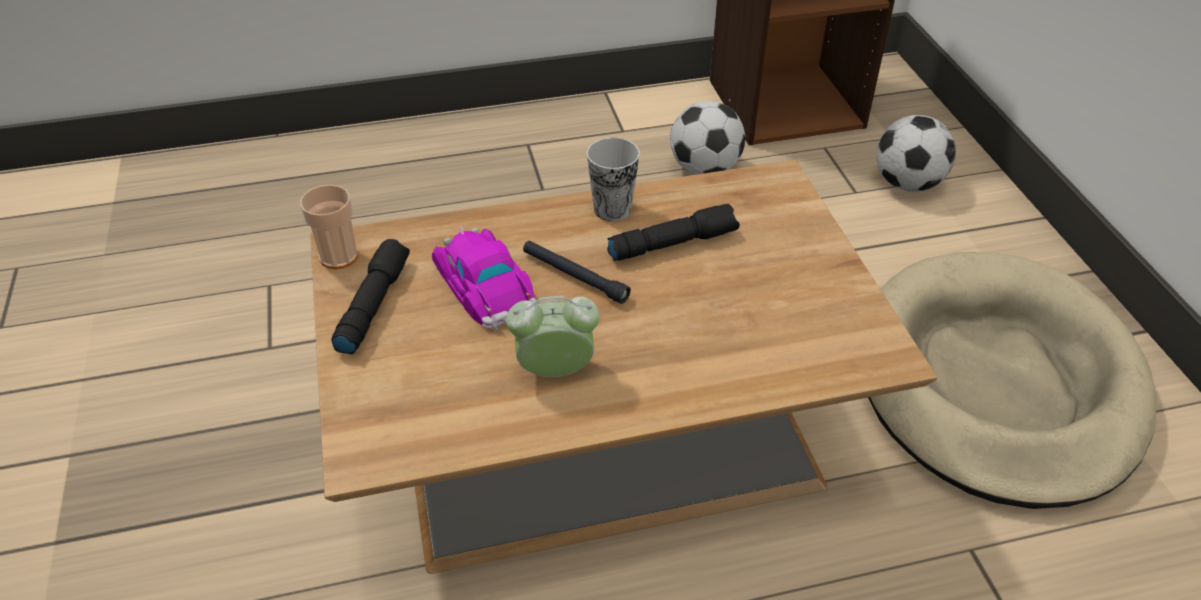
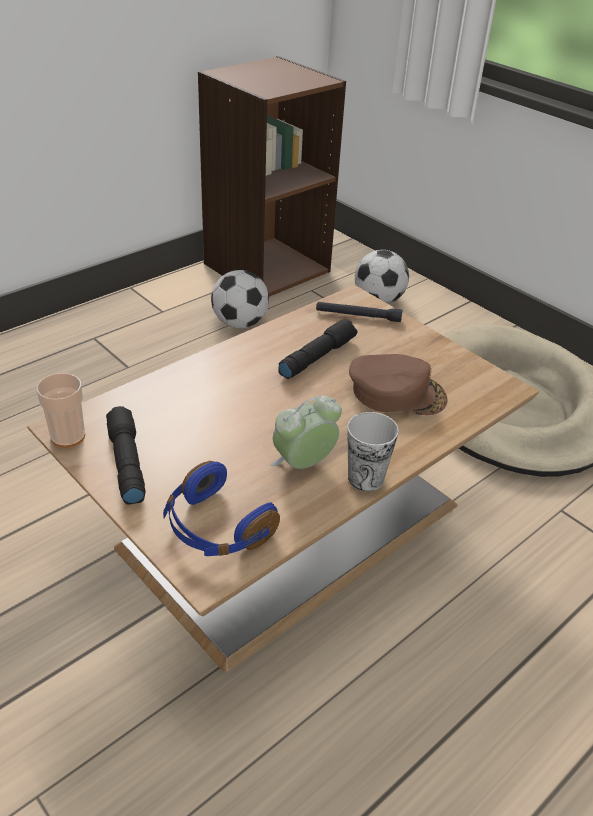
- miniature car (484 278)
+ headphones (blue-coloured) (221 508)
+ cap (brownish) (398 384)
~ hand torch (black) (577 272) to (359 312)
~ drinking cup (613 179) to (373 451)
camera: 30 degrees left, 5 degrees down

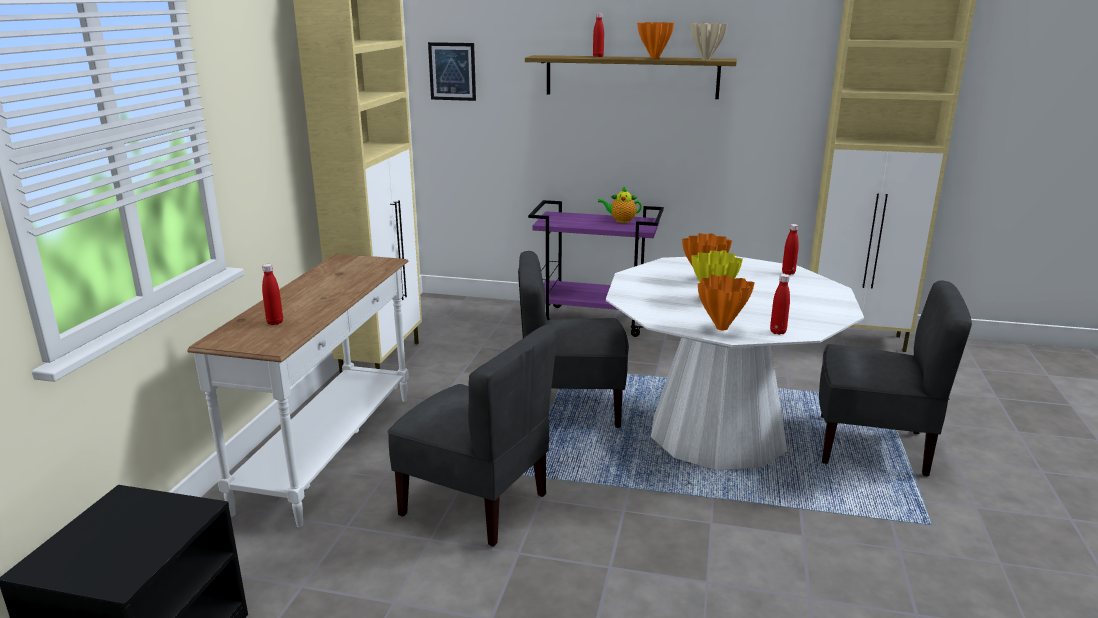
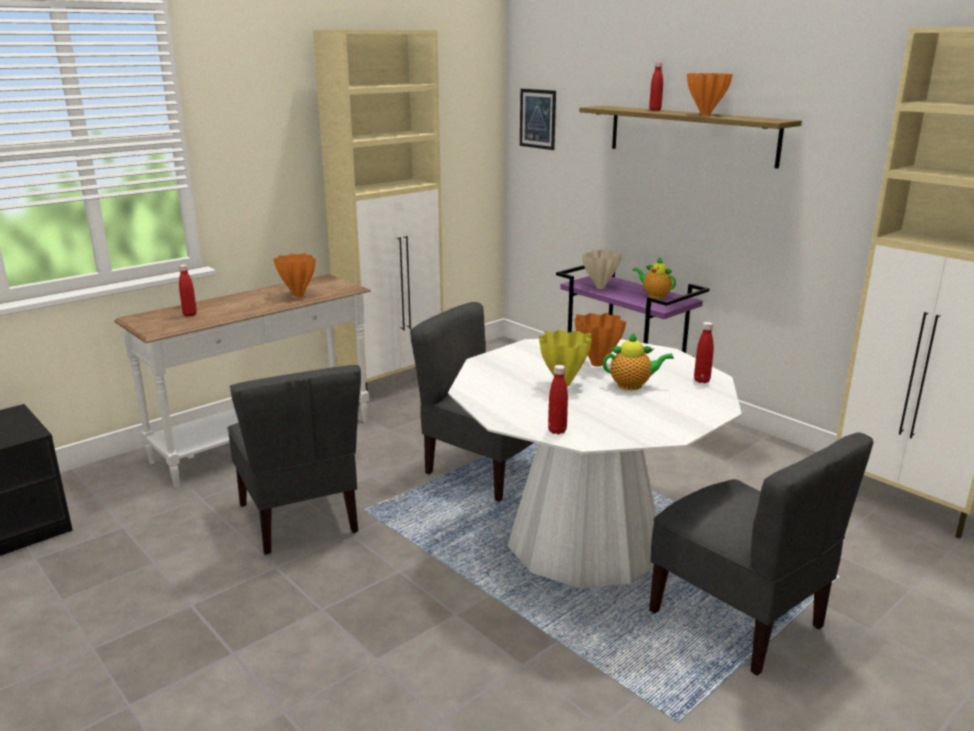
+ tea pot (638 361)
~ vase (beige-coloured) (708 41) to (602 269)
~ vase (orange) (726 302) to (294 275)
camera: 35 degrees right, 0 degrees up

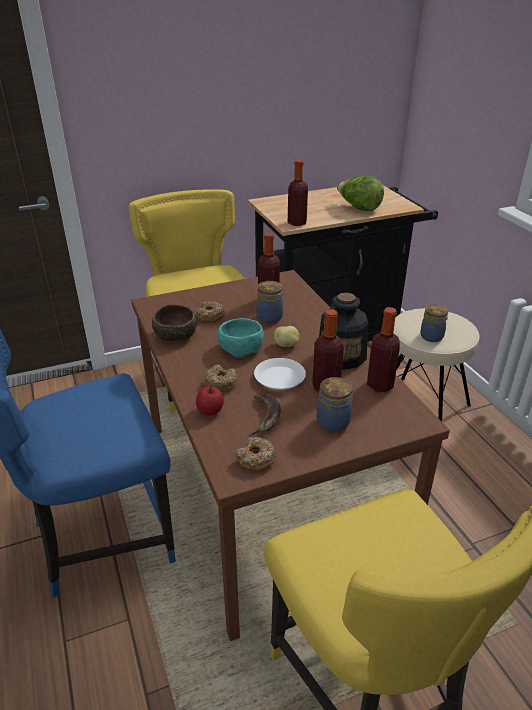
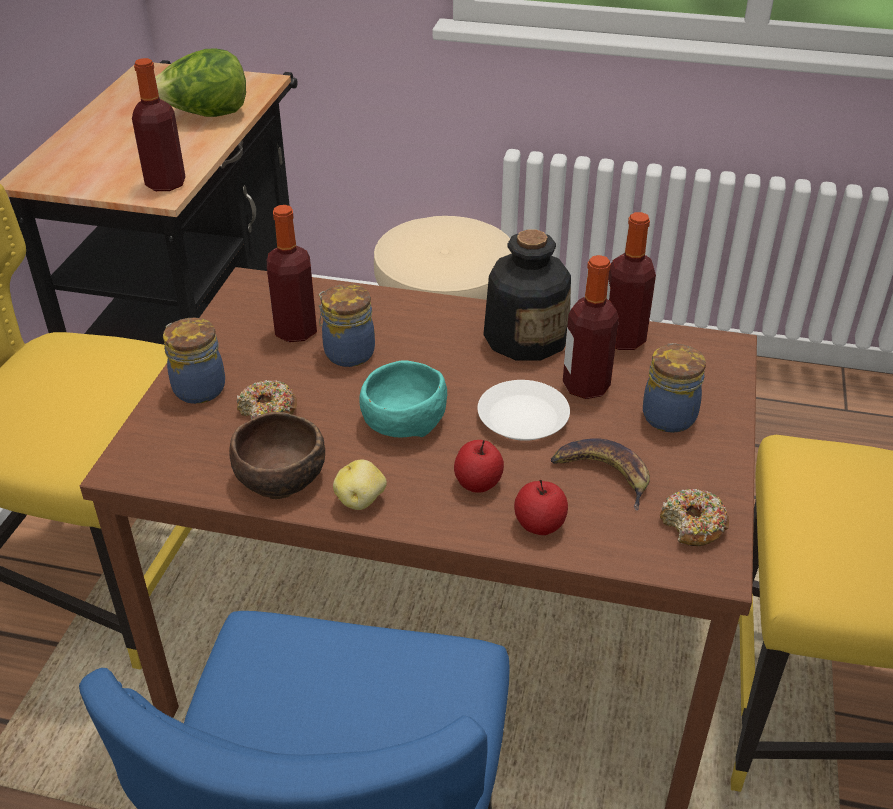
~ whole potato (287 336) to (360 484)
~ storage jar (434 323) to (194 361)
~ donut (221 378) to apple fruit (479 466)
camera: 55 degrees left, 5 degrees up

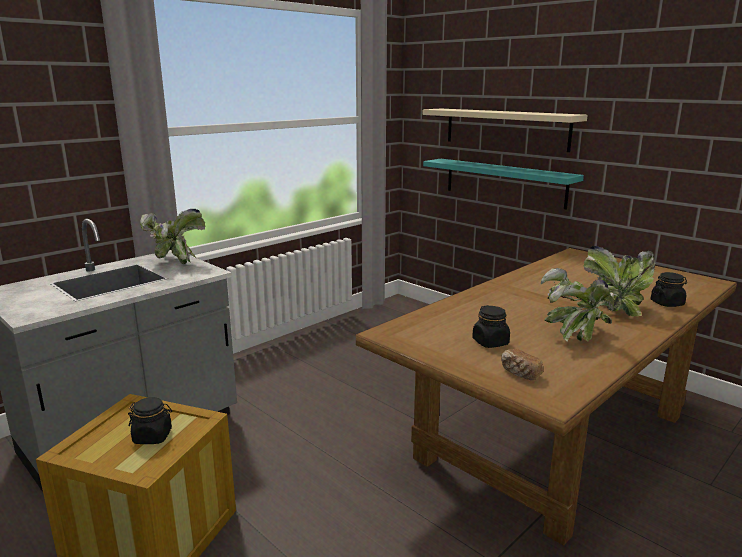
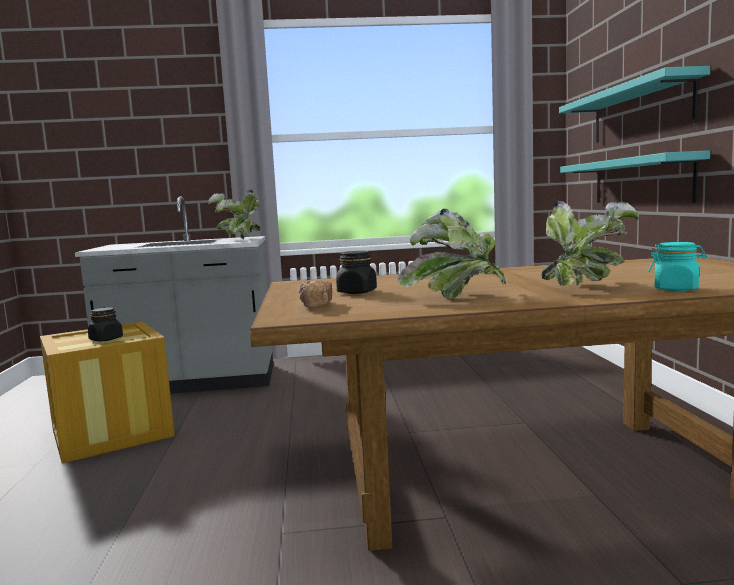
~ bracket shelf (beige-coloured) (505 130) to bracket shelf (blue-green) (634 104)
~ storage jar (black) (669 289) to storage jar (blue-green) (678 266)
camera: 40 degrees right, 10 degrees down

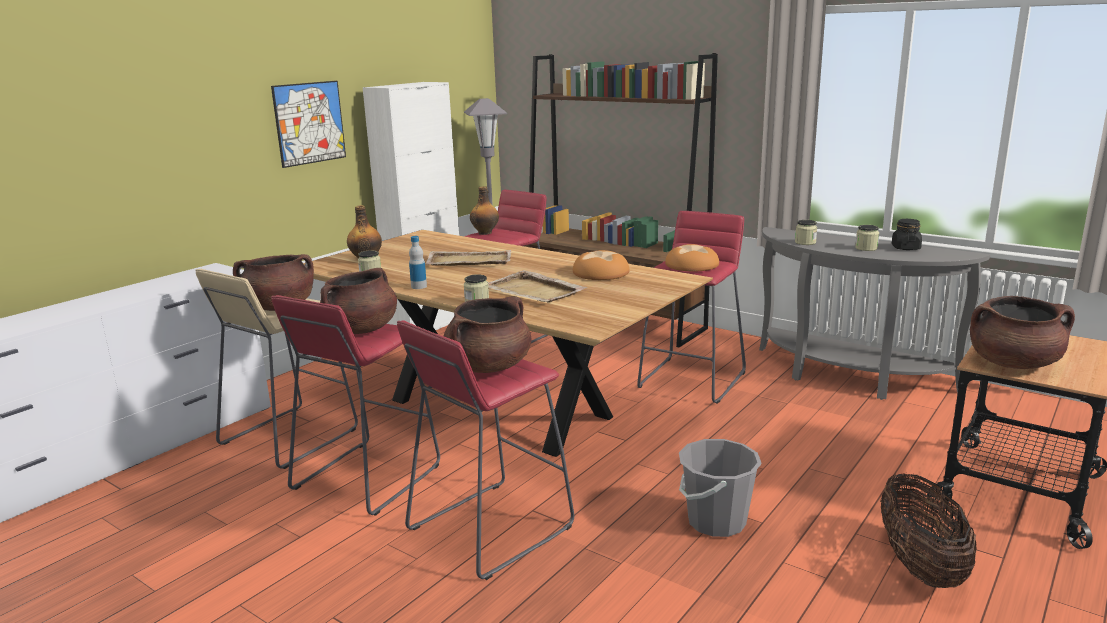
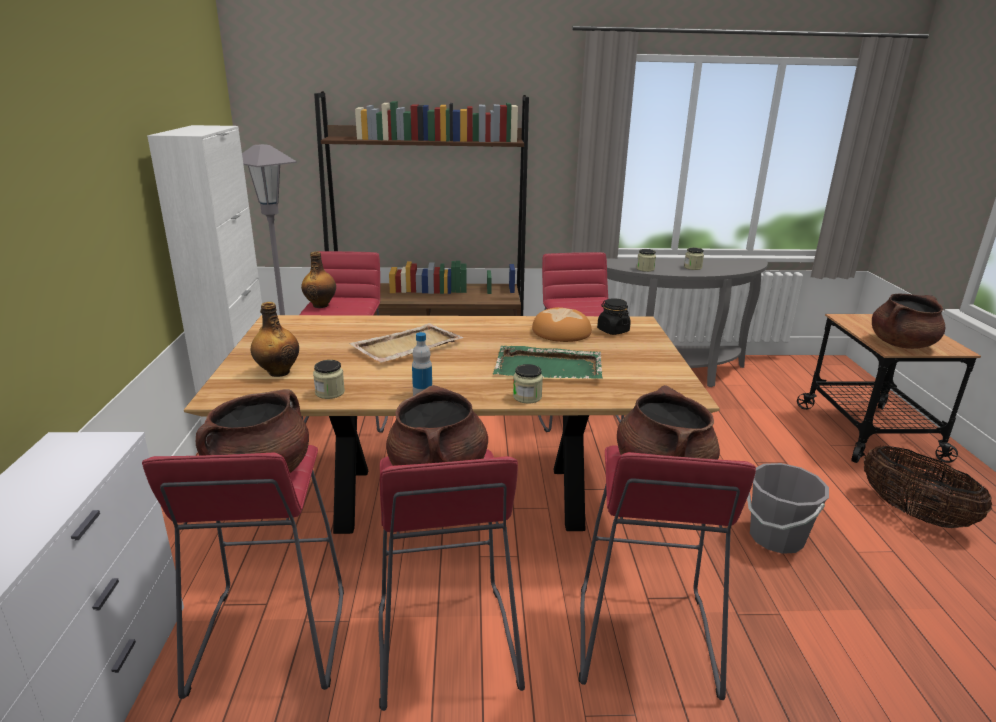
- wall picture (308 124)
- bakery bread (692 258)
~ storage jar (black) (907 234) to (614 316)
~ stool seat (beige-coloured) (276 369) to stool seat (reddish) (243 572)
~ tray (beige-coloured) (538 286) to tray (green-coloured) (548 362)
camera: 40 degrees left, 5 degrees up

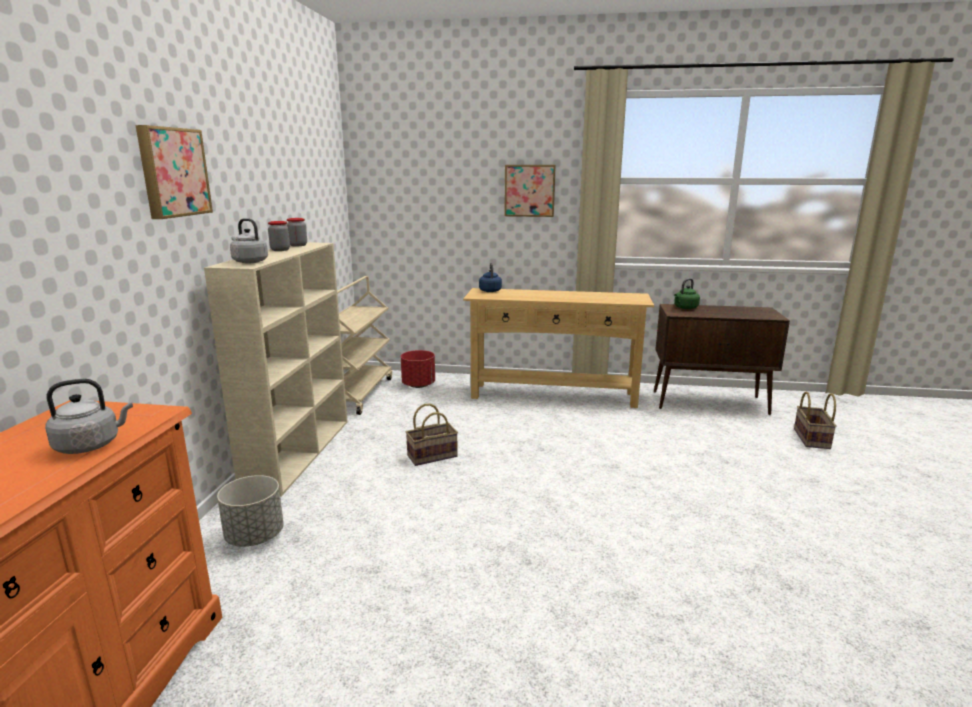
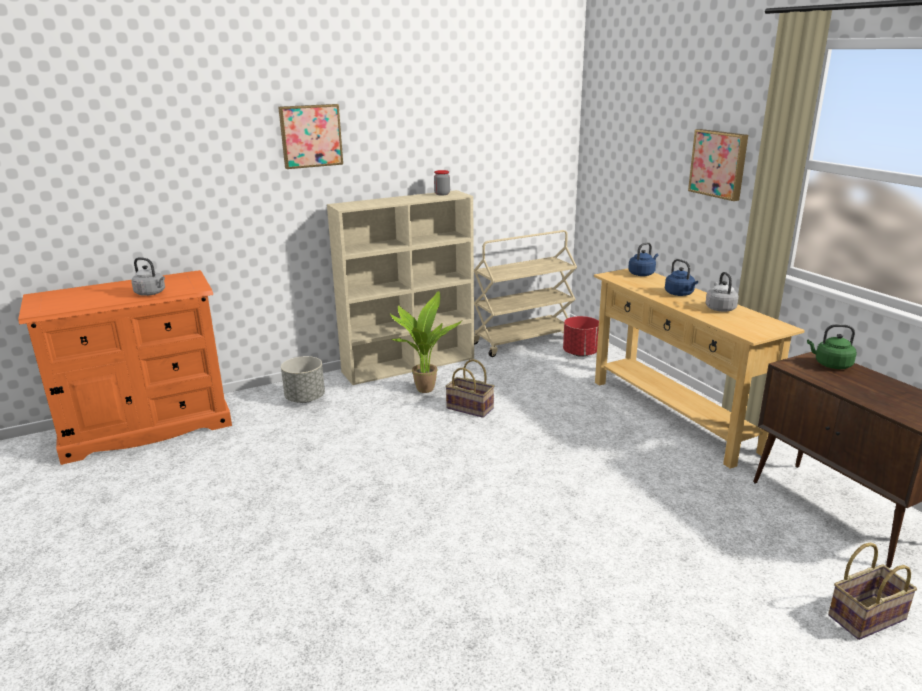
- storage jar (279 236)
+ houseplant (426 342)
+ tea kettle (blue-coloured) (681 277)
~ tea kettle (greyish) (249 240) to (722 292)
camera: 55 degrees right, 5 degrees up

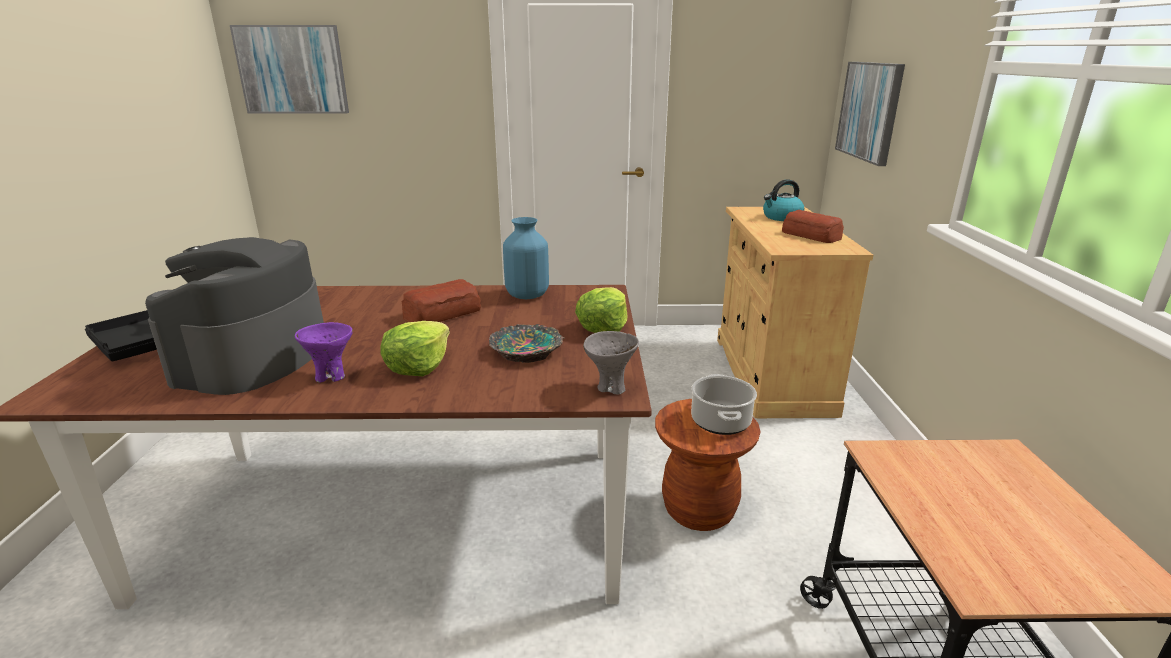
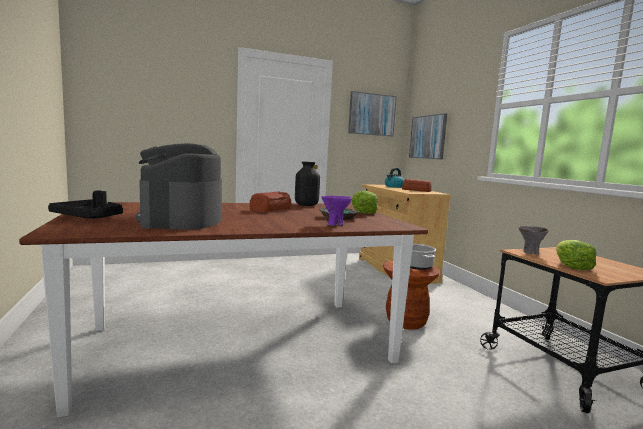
~ wall picture (289 69) to (372 114)
~ bowl (purple-coloured) (324 352) to (336 211)
~ lettuce (415 348) to (576 255)
~ bowl (greyish) (611 362) to (534 240)
~ vase (blue-coloured) (526 258) to vase (black) (307 184)
camera: 20 degrees left, 15 degrees down

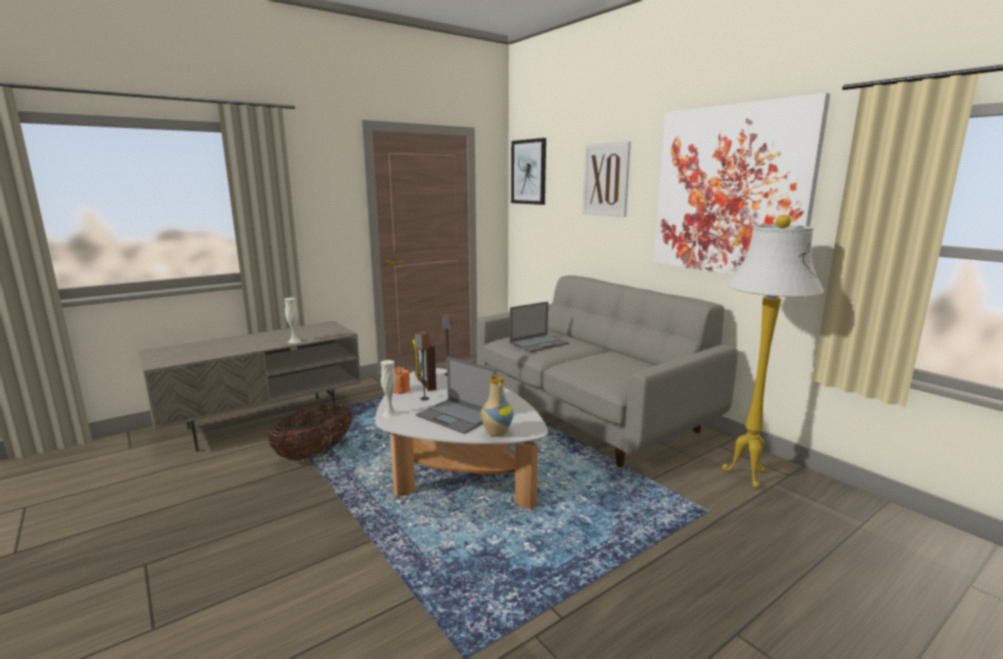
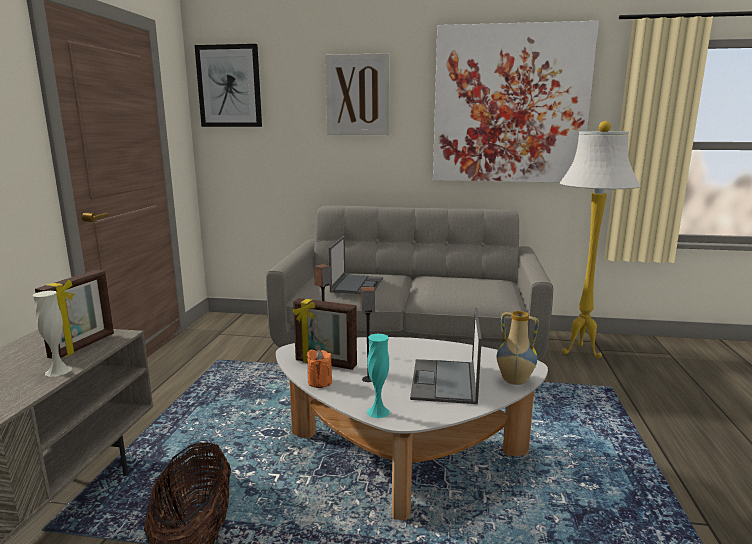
+ picture frame (74 314)
~ vase (white) (389 389) to vase (blue-green) (378 376)
~ laptop (456 395) = (446 356) 105 degrees clockwise
camera: 45 degrees left, 0 degrees up

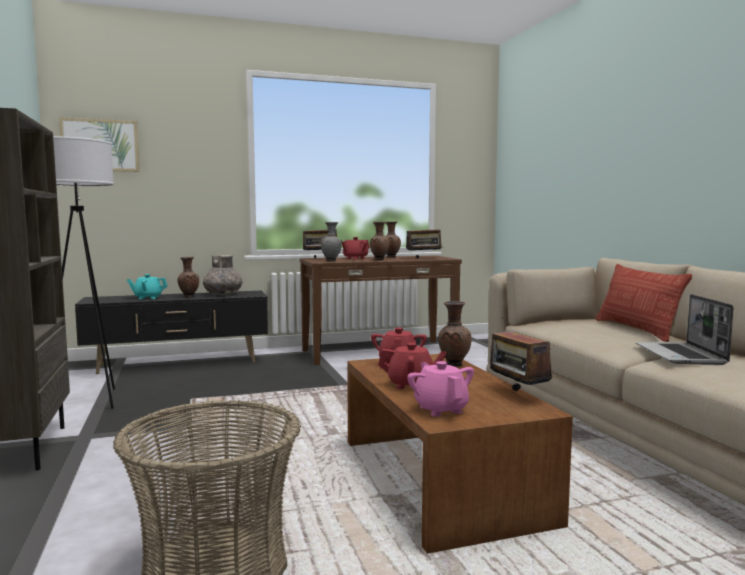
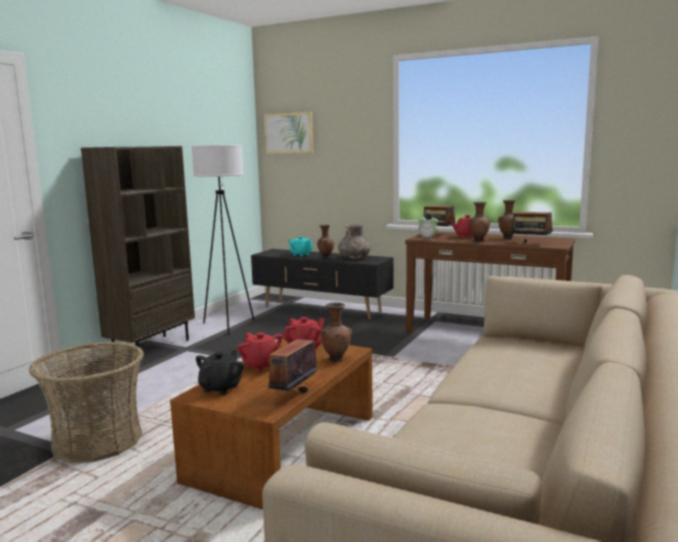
- throw pillow (644 303)
- laptop (685 329)
~ vase (greyish) (331 242) to bedside clock (428 227)
~ tea pot (pink-coloured) (440 389) to tea pot (black) (220 372)
camera: 45 degrees right, 5 degrees up

